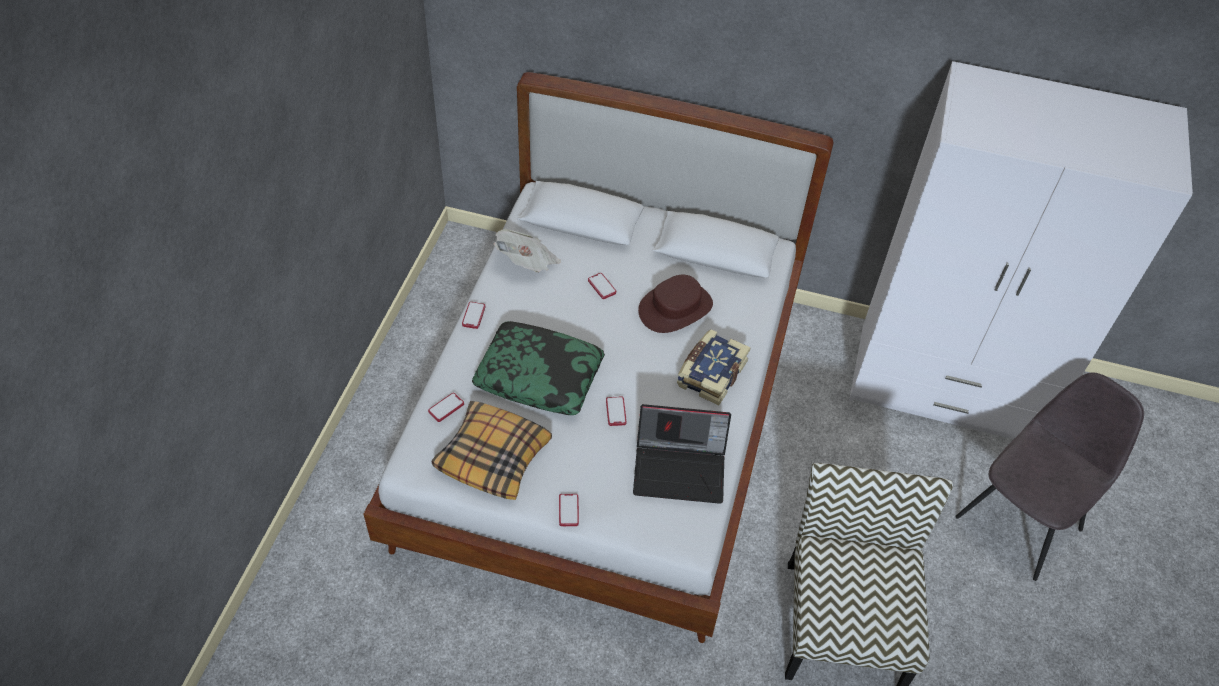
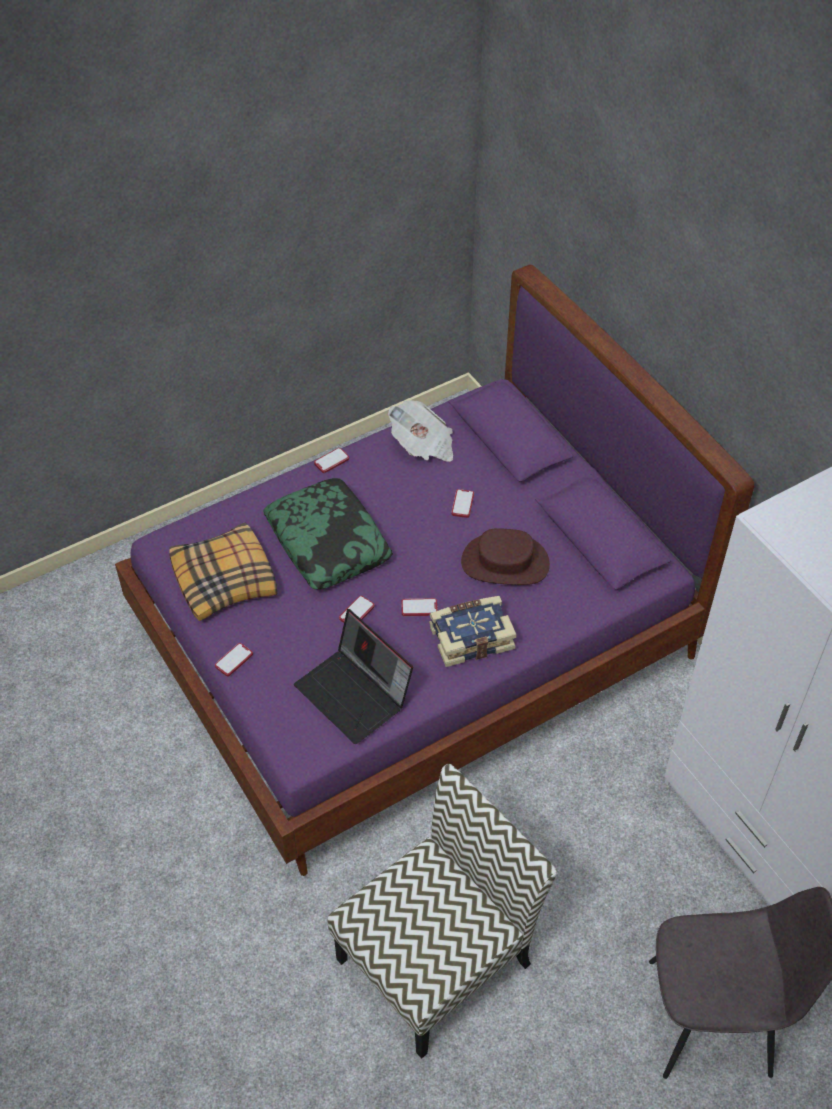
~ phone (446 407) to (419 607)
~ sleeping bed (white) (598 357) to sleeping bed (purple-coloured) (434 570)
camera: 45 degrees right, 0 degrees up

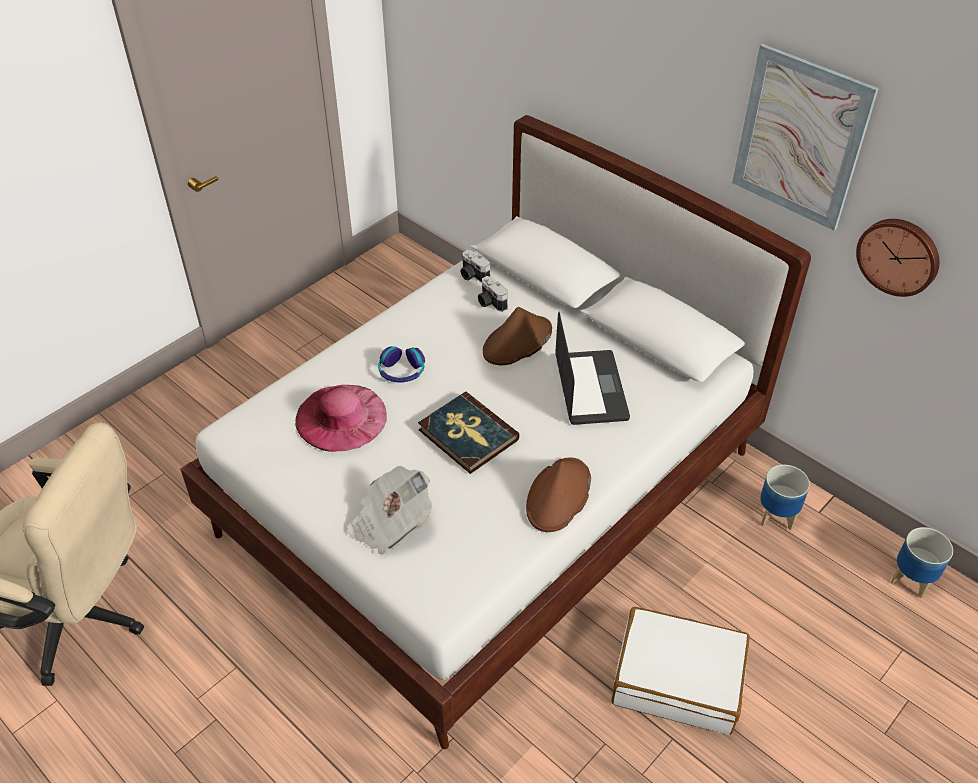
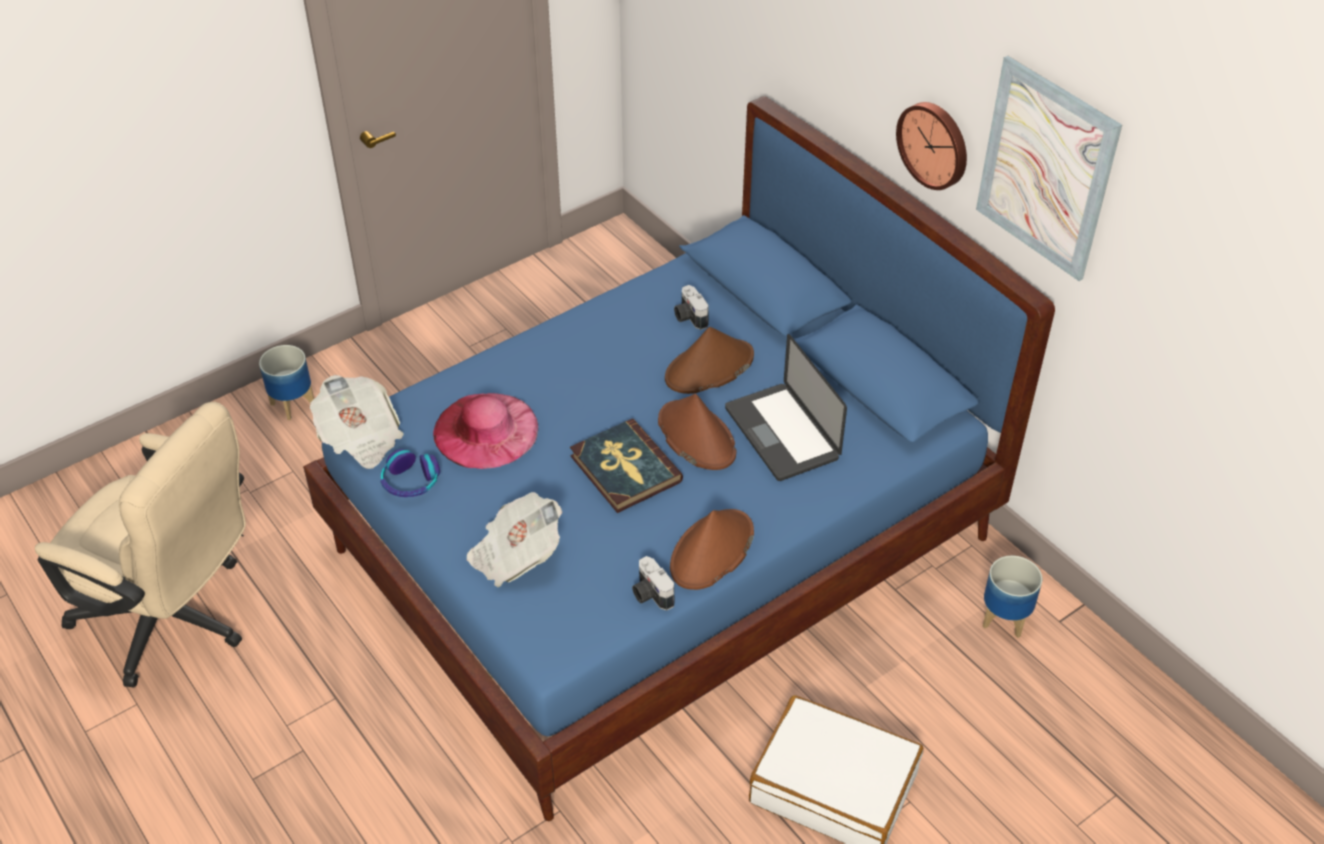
+ newspaper (357 422)
+ clothing hat (brownish) (697 432)
~ headphones (401 365) to (410 473)
~ still camera (475 266) to (653 583)
~ clock on the wall (897 258) to (931 146)
~ flower pot (922 563) to (286 382)
~ sleeping bed (white) (495 432) to sleeping bed (blue-coloured) (679 458)
~ laptop (592 368) = (786 407) 150 degrees clockwise
camera: 10 degrees right, 0 degrees up

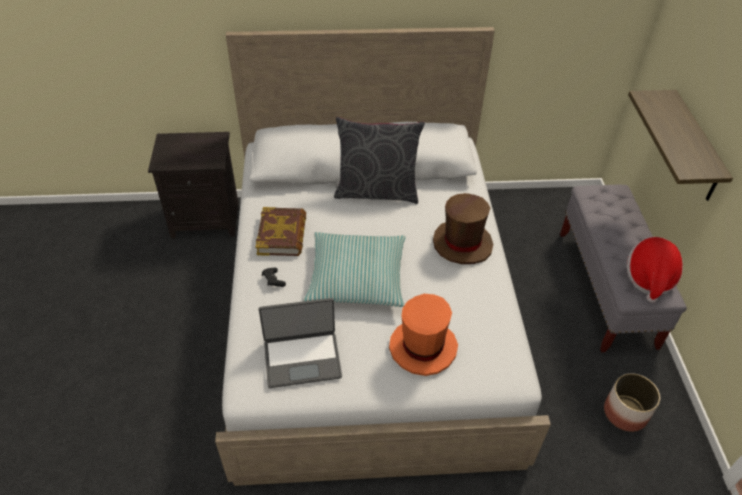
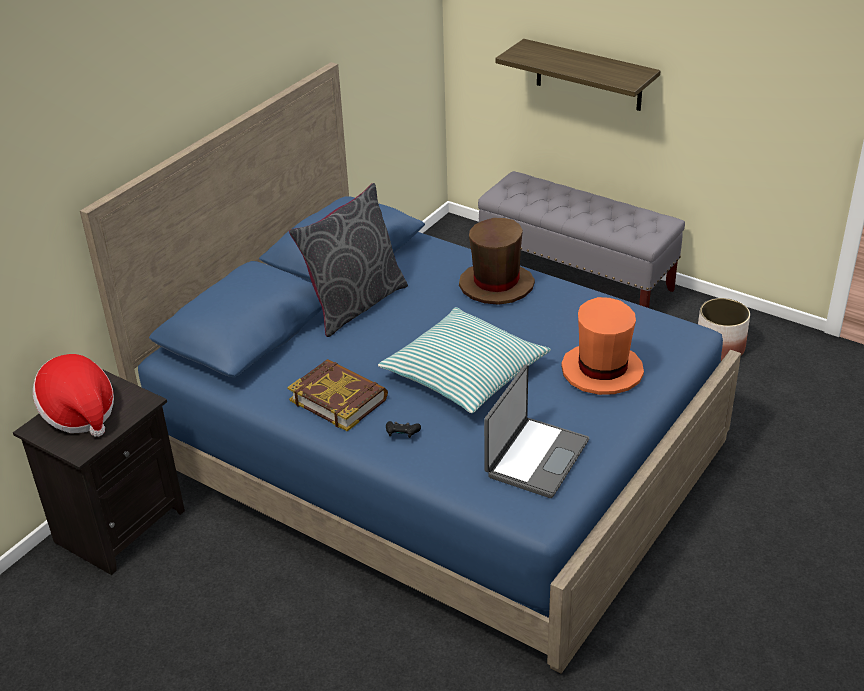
~ clothing hat (655 270) to (73 395)
~ sleeping bed (white) (383 256) to sleeping bed (blue-coloured) (410 368)
camera: 50 degrees left, 10 degrees down

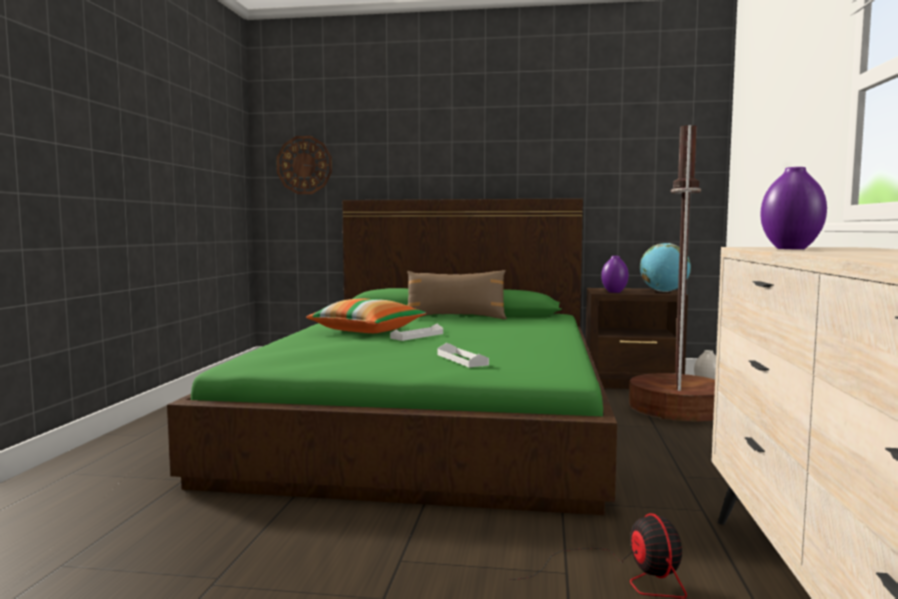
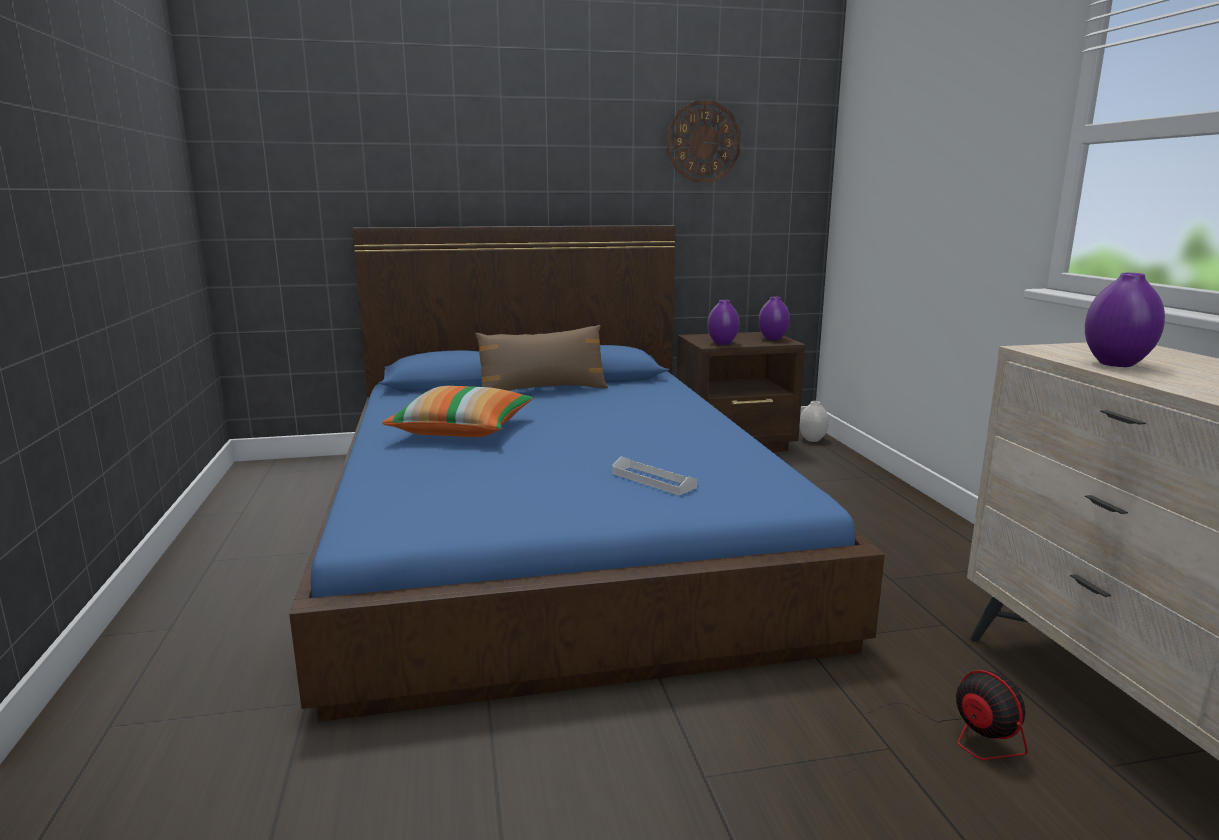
- tray (white) (416 332)
- standard lamp (brownish) (672 273)
~ clock on the wall (304 165) to (704 141)
~ globe (665 267) to vase (purple-coloured) (774 318)
~ sleeping bed (green-coloured) (392 356) to sleeping bed (blue-coloured) (587 473)
camera: 20 degrees left, 10 degrees up

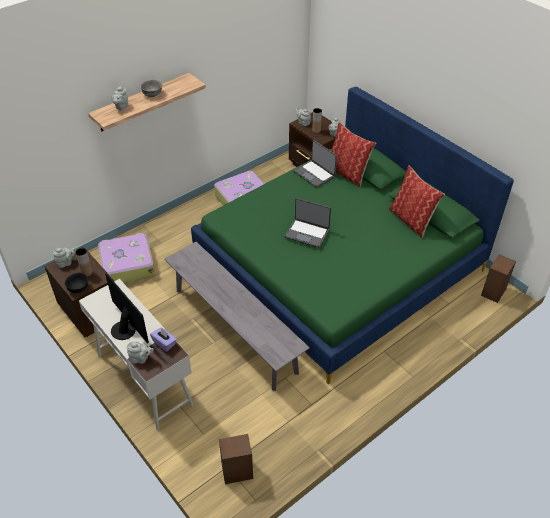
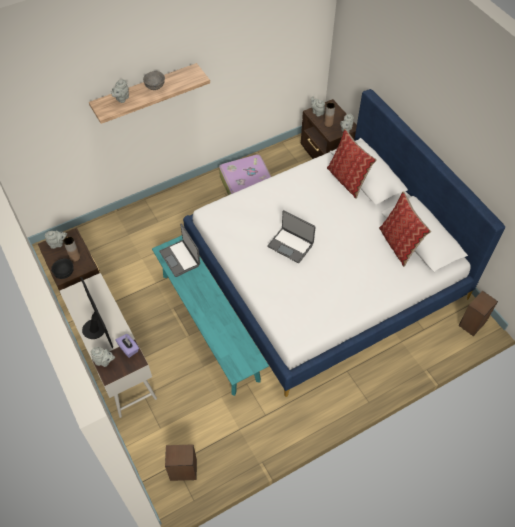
- suitcase (126 258)
~ laptop (315 164) to (179 250)
~ long seat (greyish) (237 316) to long seat (blue-green) (210 315)
~ sleeping bed (green-coloured) (352 235) to sleeping bed (white) (344 243)
camera: 10 degrees right, 10 degrees up

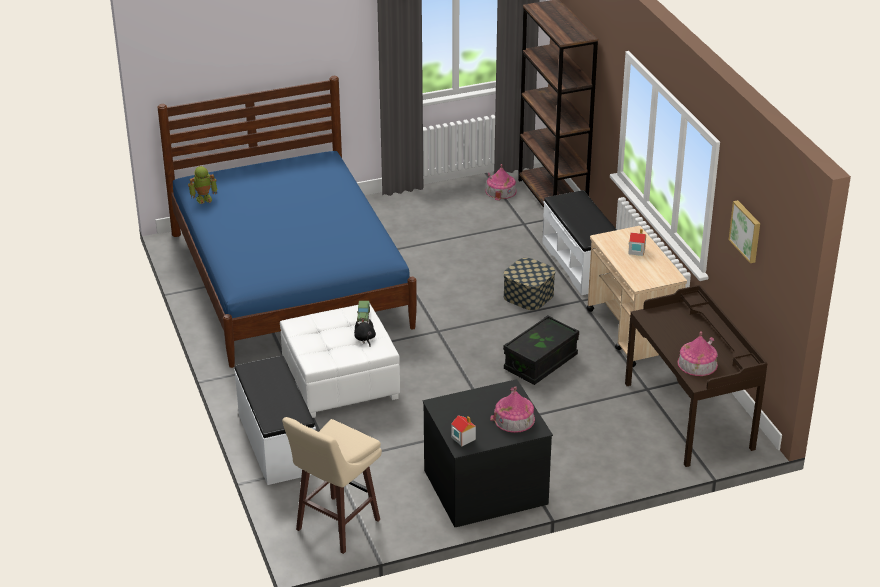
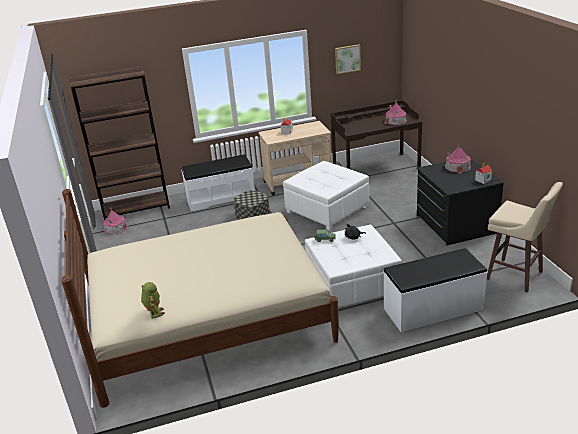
~ storage bin (black) (541 350) to footrest (white) (326 196)
~ sleeping bed (blue-coloured) (287 222) to sleeping bed (beige-coloured) (200 298)
camera: 85 degrees left, 5 degrees down

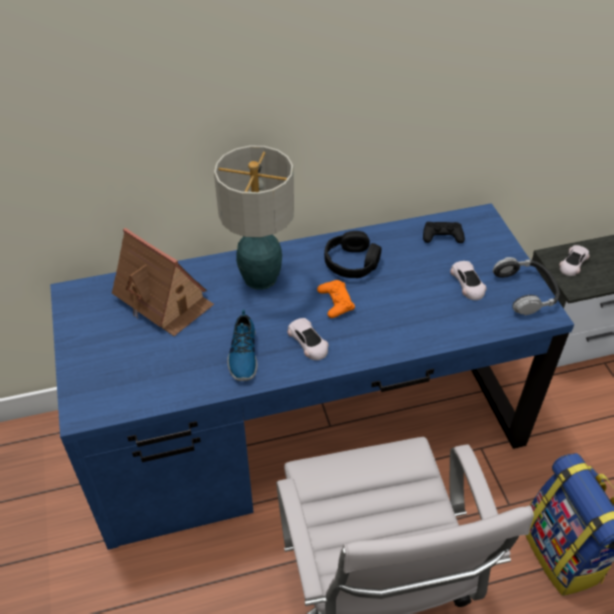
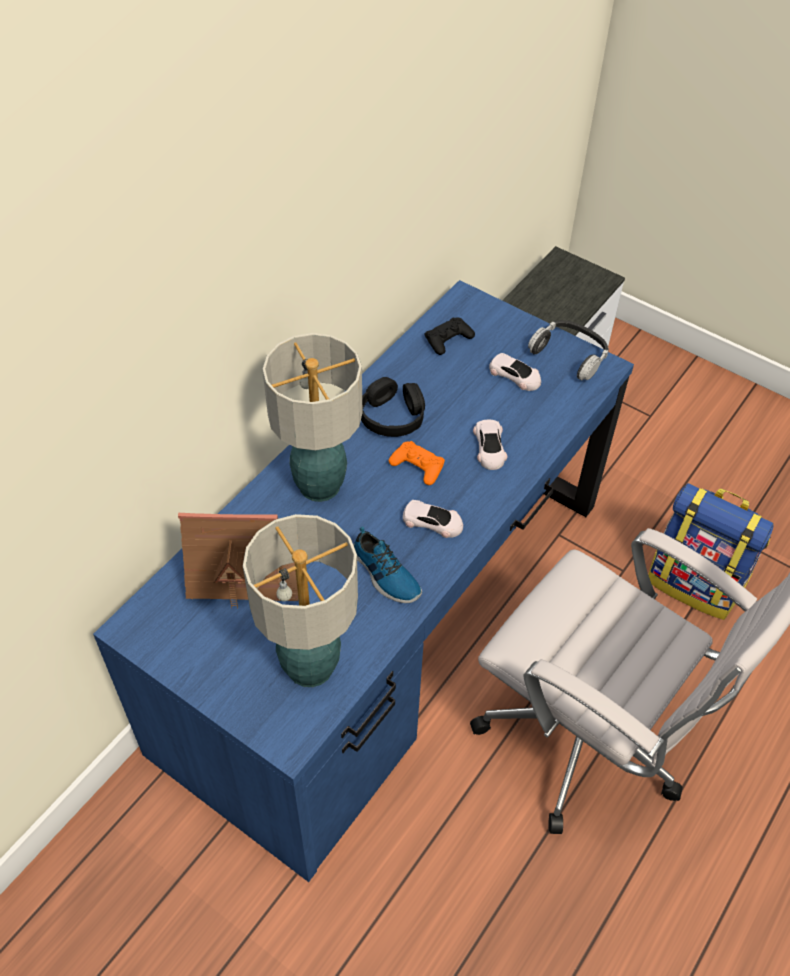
+ table lamp (300 600)
~ miniature car (white) (574 260) to (490 445)
camera: 40 degrees left, 5 degrees up

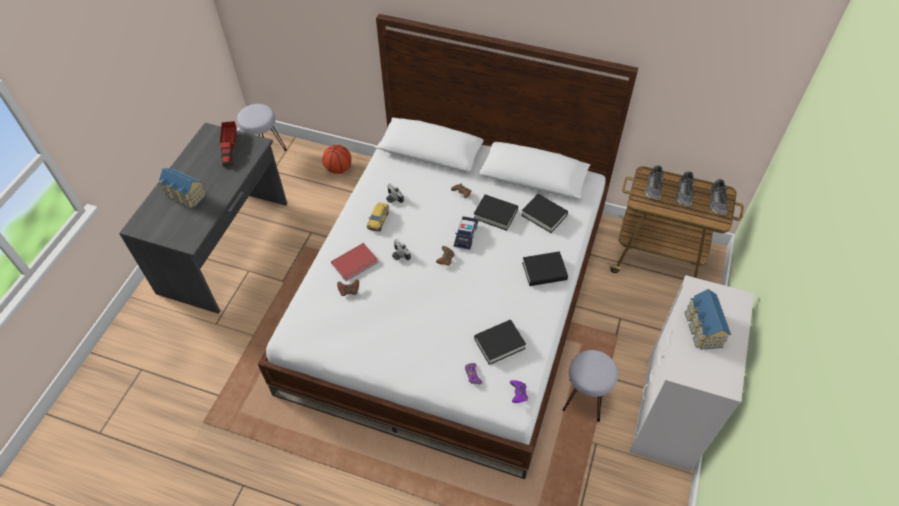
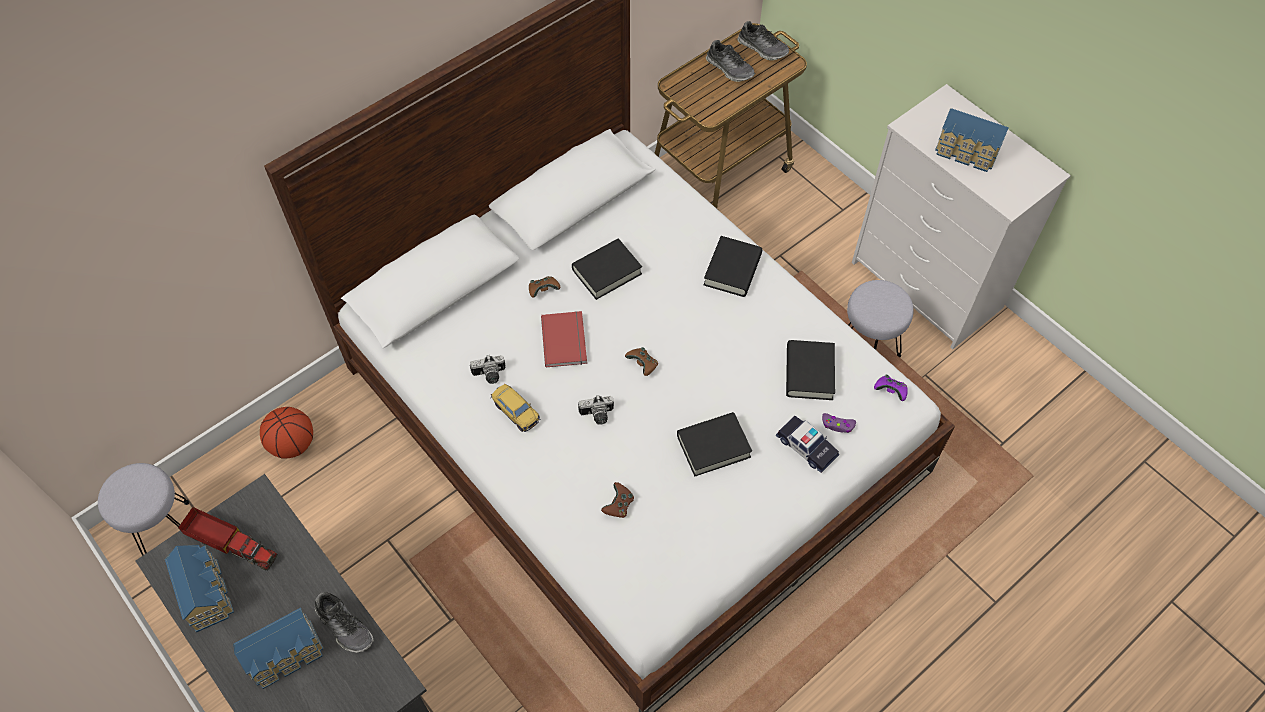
+ miniature house (199 588)
~ book (reddish) (354 262) to (564 339)
~ miniature car (466 233) to (807 444)
~ book (black) (544 213) to (714 444)
~ low shoe (654 182) to (344 622)
camera: 60 degrees left, 5 degrees up

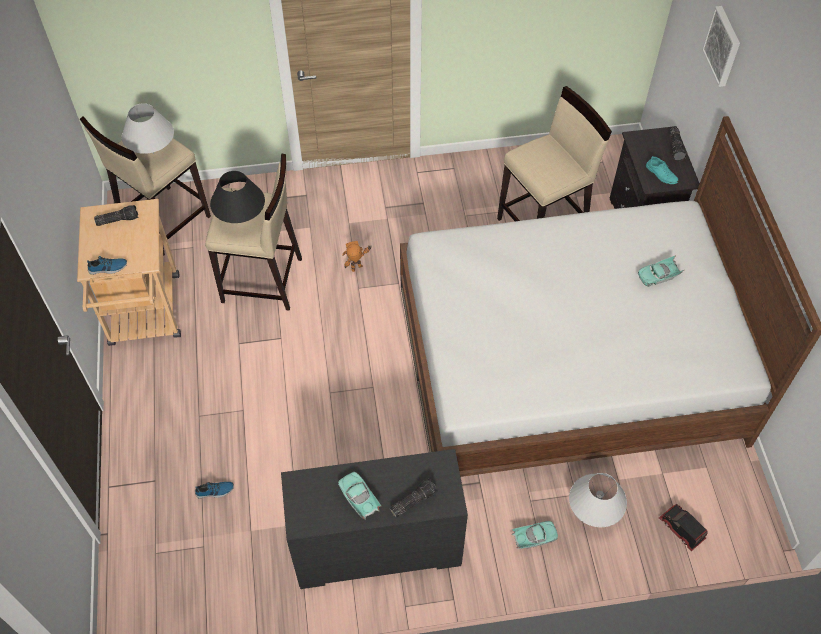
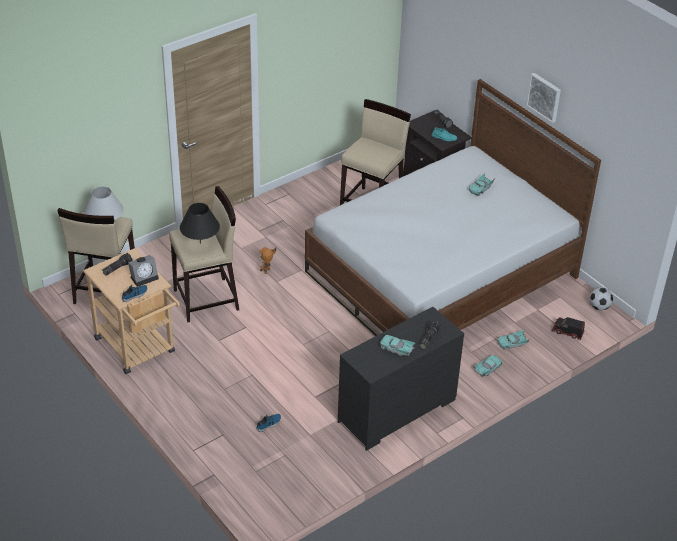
+ bedside clock (143 271)
+ football ball (601 298)
~ wall picture (721 46) to (543 98)
~ table lamp (white) (598 500) to miniature car (blue-green) (513 340)
camera: 30 degrees left, 15 degrees down

